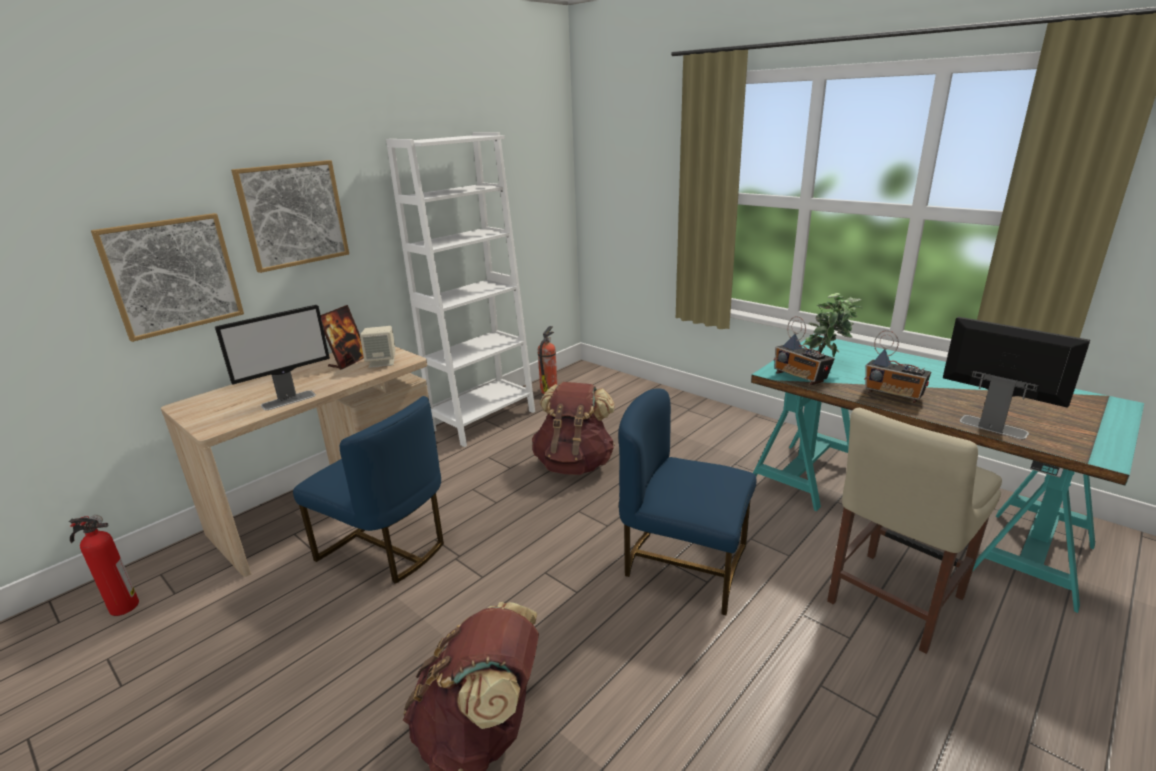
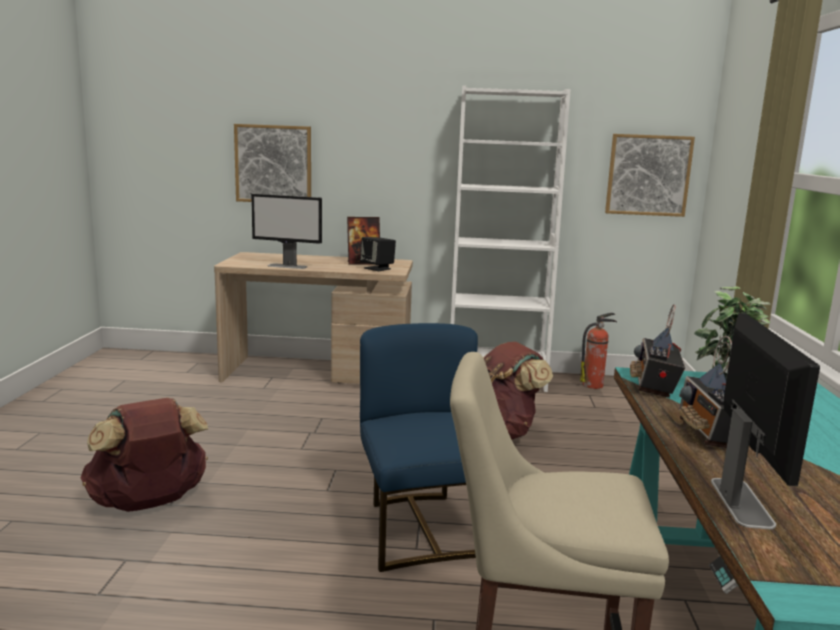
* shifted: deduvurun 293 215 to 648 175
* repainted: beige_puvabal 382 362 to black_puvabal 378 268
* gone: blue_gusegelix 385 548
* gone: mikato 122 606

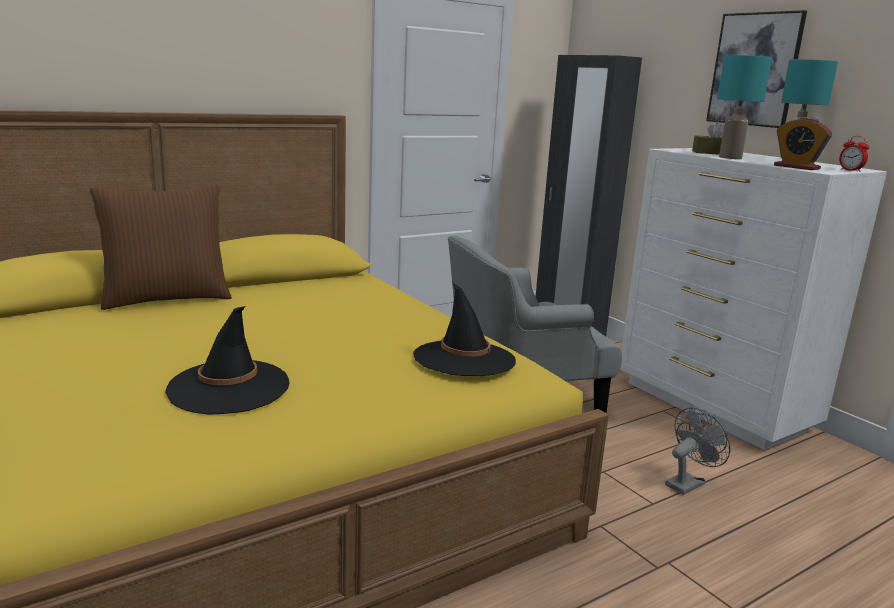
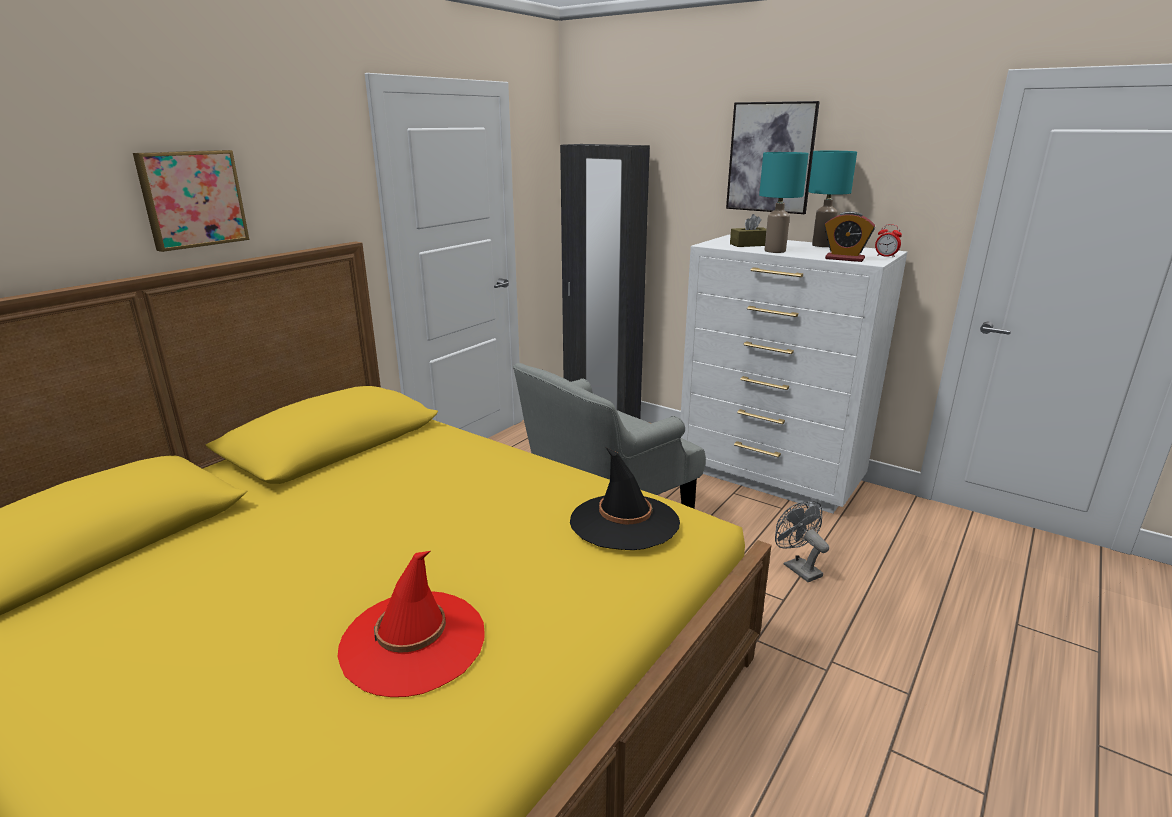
* gone: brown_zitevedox 166 298
* repainted: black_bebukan 229 387 to red_bebukan 413 642
* rotated: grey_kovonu 688 483 = 797 568 60 degrees counterclockwise
* new: deduvurun 192 199

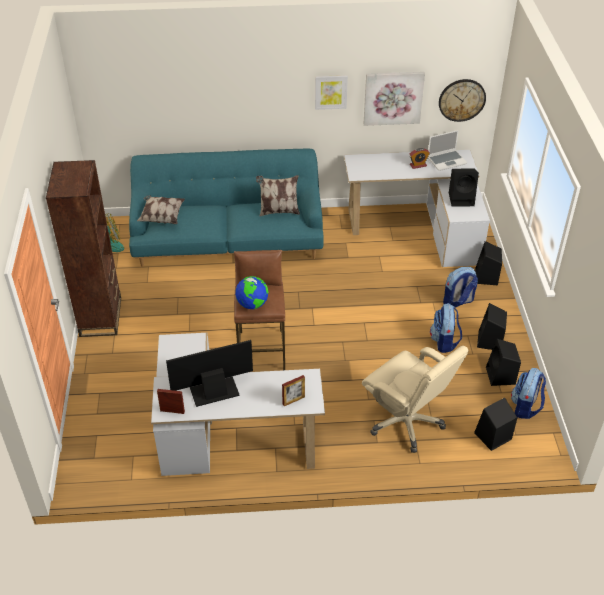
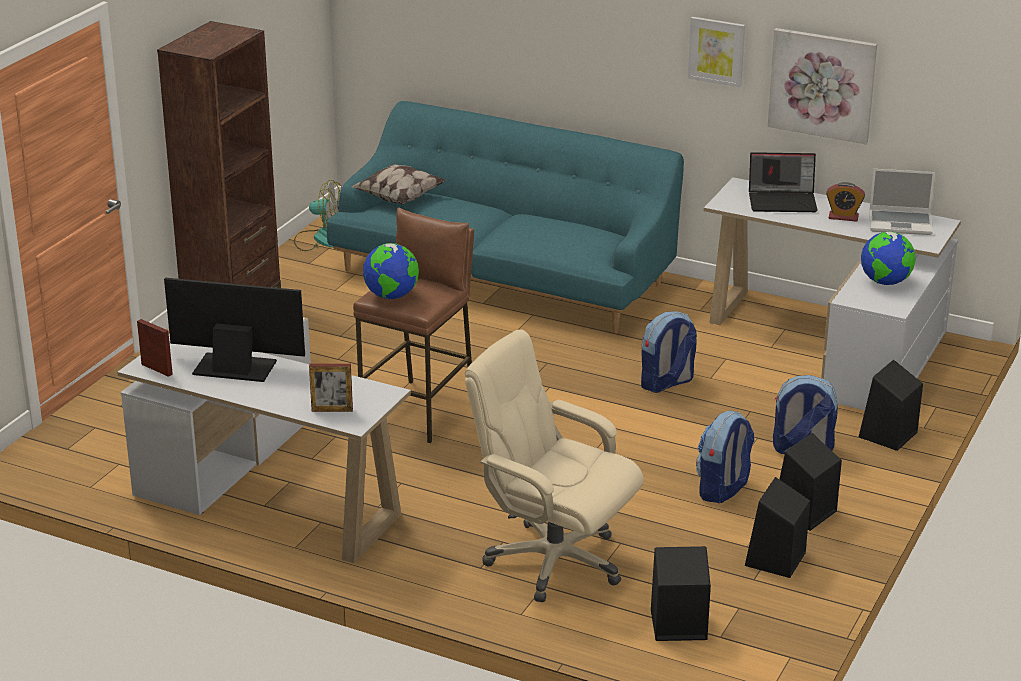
* gone: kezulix 462 100
* swapped: black_puvabal 462 199 to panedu 885 282
* gone: zitevedox 278 211
* rotated: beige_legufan 406 422 = 553 561 135 degrees clockwise
* shifted: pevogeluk 525 407 to 666 383
* new: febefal 783 201

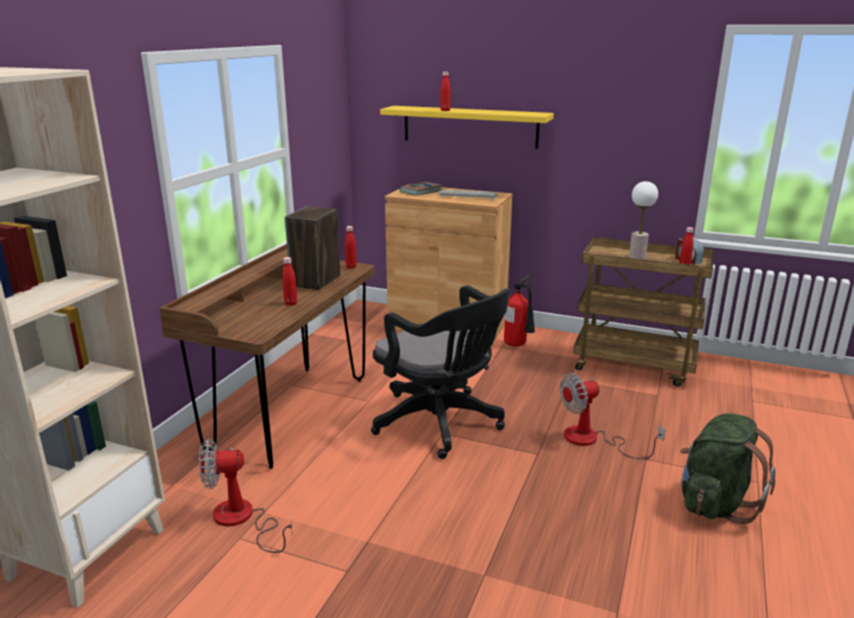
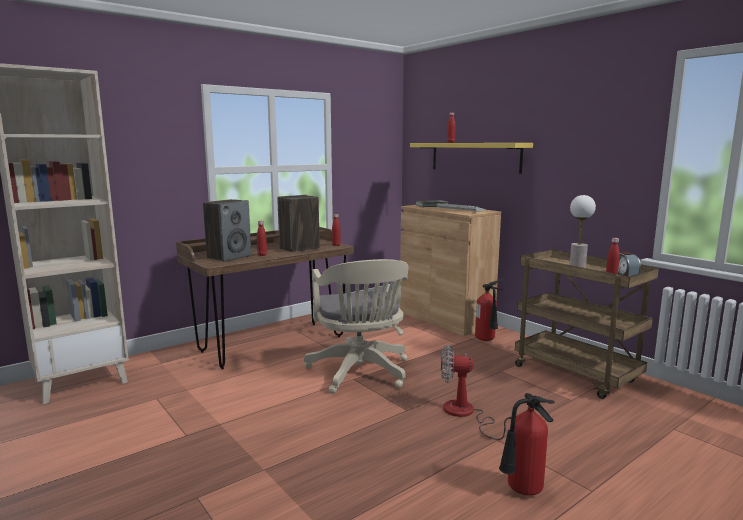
* repainted: black_legufan 442 424 to beige_legufan 360 373
* swapped: green_pevogeluk 715 503 to mikato 522 491
* gone: kovonu 242 520
* new: puvabal 229 257

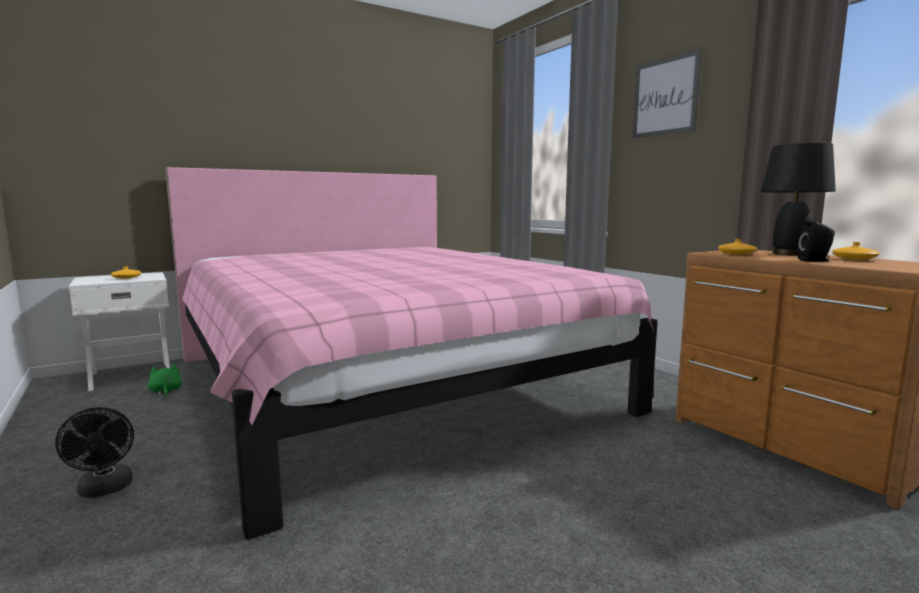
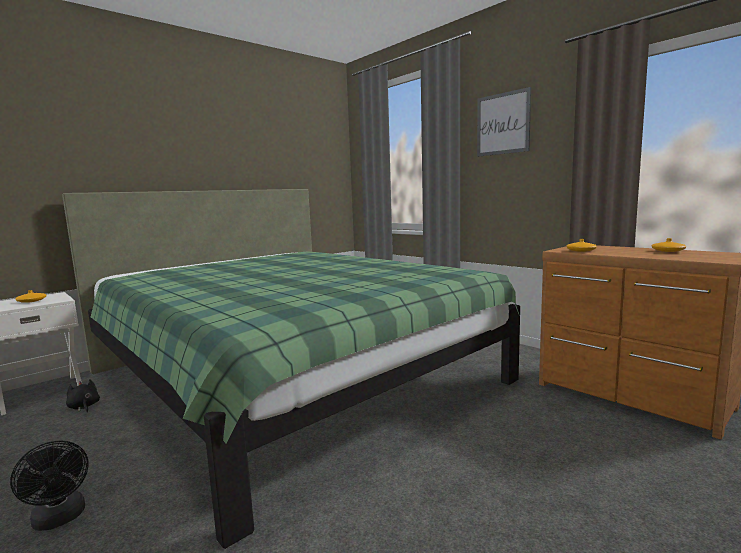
* gone: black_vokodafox 790 254
* repainted: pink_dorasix 383 383 to green_dorasix 290 377
* gone: black_puvabal 815 261
* repainted: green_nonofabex 165 392 to black_nonofabex 84 407

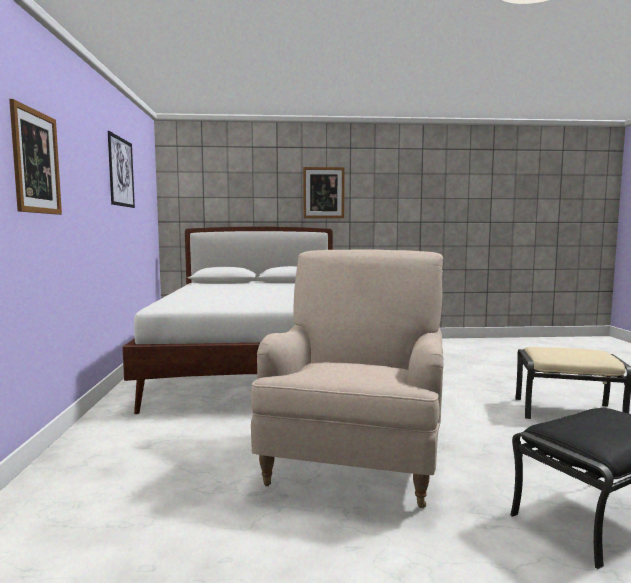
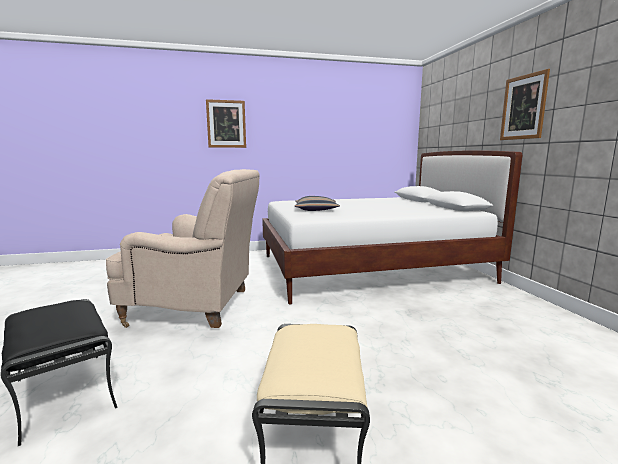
* gone: deduvurun 121 172
* new: zitevedox 316 210

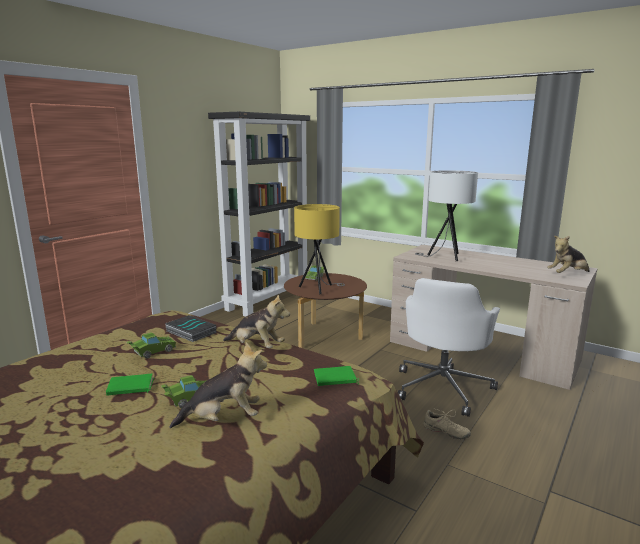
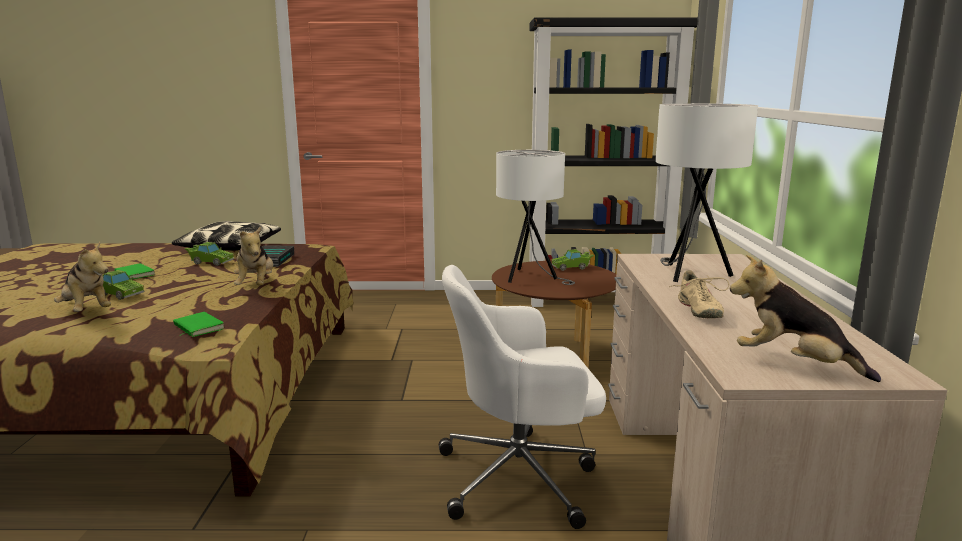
* repainted: yellow_vokodafox 318 289 to white_vokodafox 531 278
* shifted: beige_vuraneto 446 432 to 698 310
* new: zitevedox 230 247

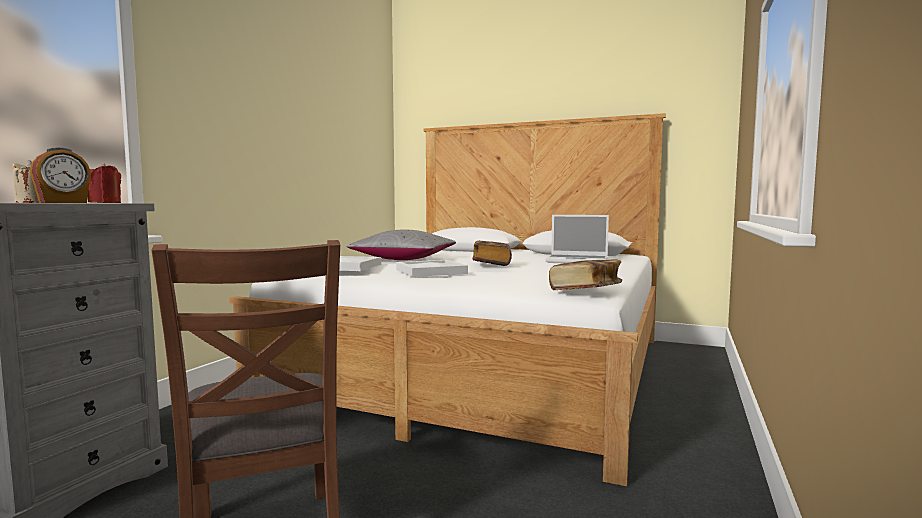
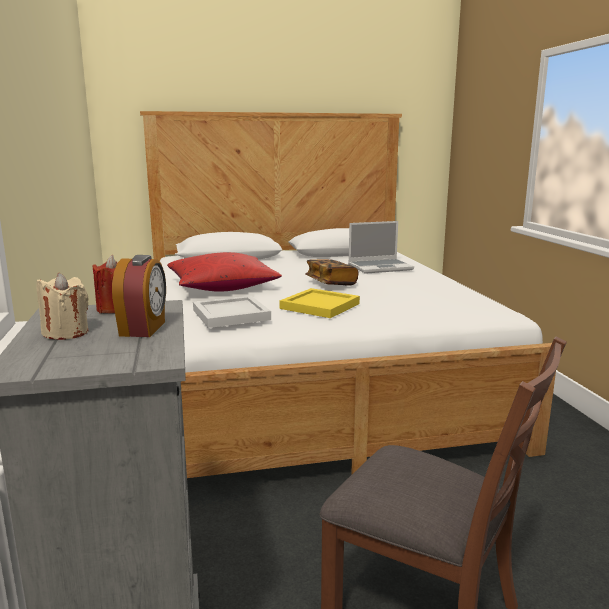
* repainted: grey_zitevedox 404 259 to red_zitevedox 222 287
* gone: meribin 585 291
* repainted: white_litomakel 431 271 to yellow_litomakel 319 305

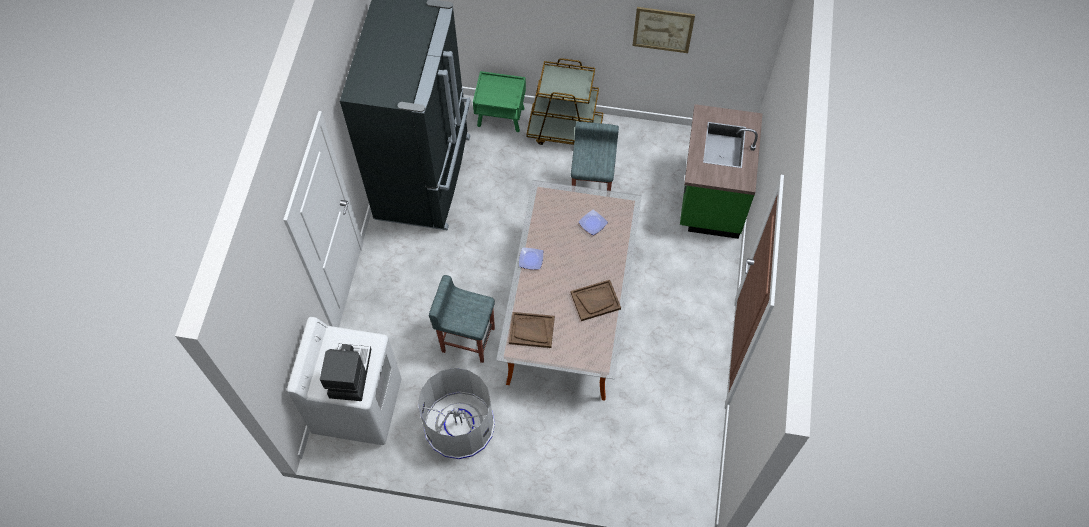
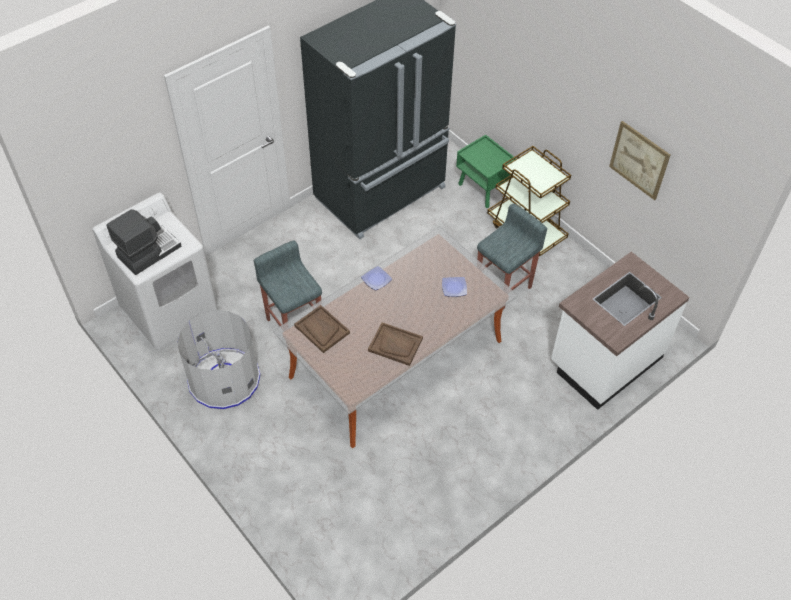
* repainted: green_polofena 710 197 to white_polofena 604 360

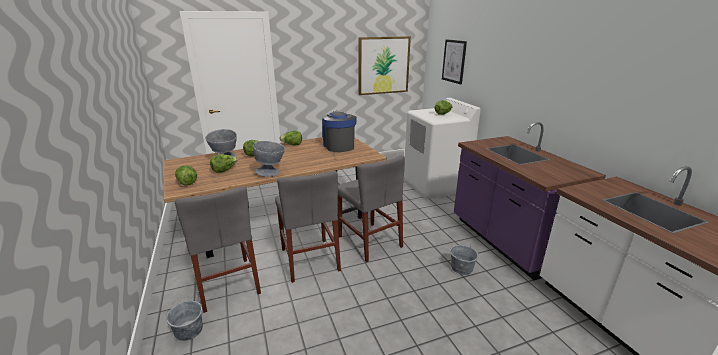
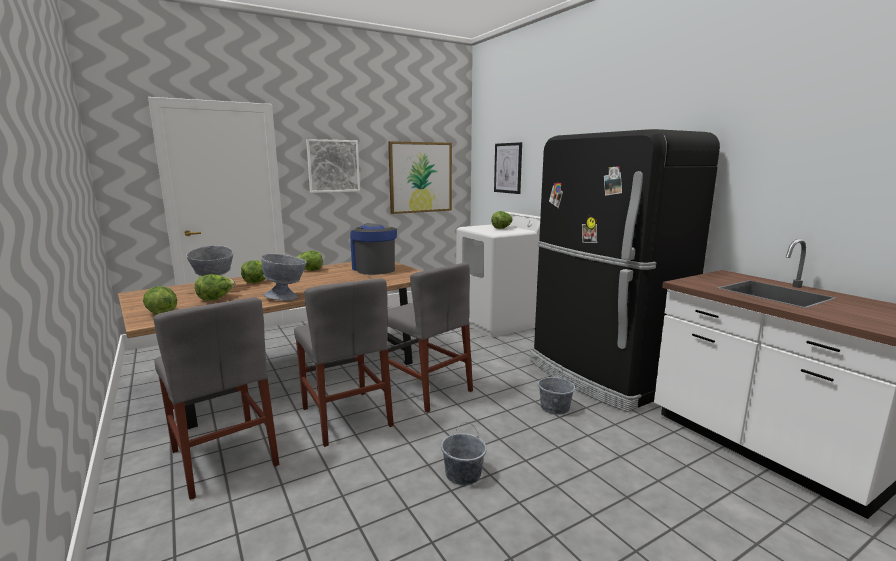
* swapped: purple_polofena 506 242 to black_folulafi 601 375
* shifted: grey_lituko 188 330 to 463 474
* new: deduvurun 333 166

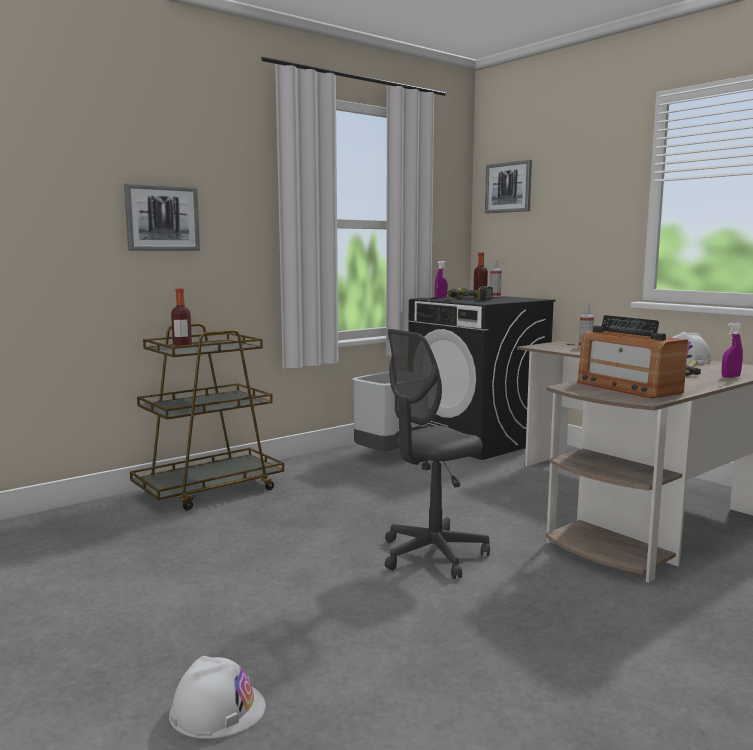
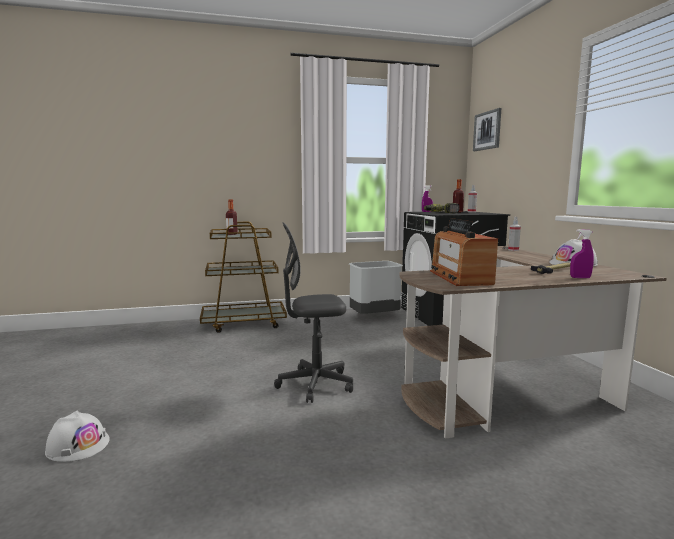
* gone: deduvurun 162 218

